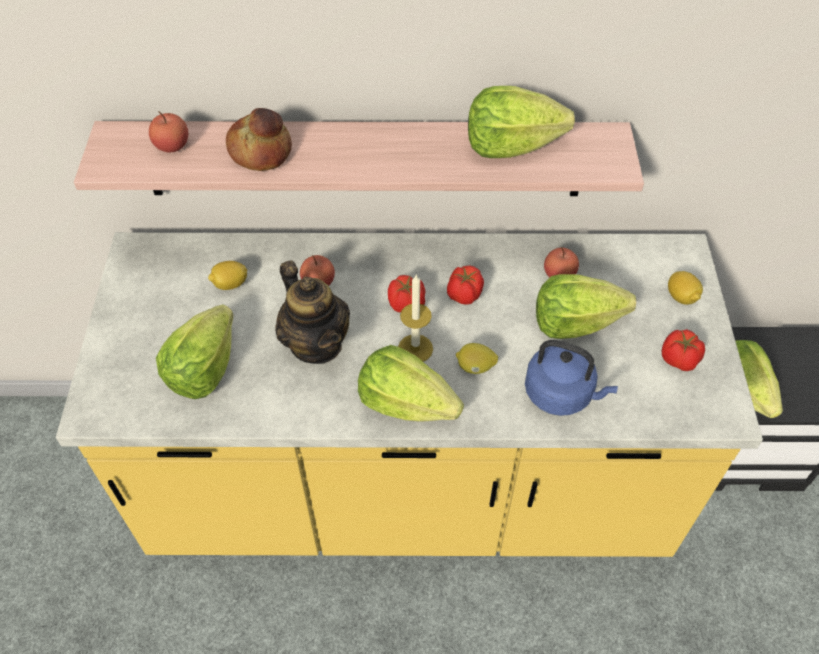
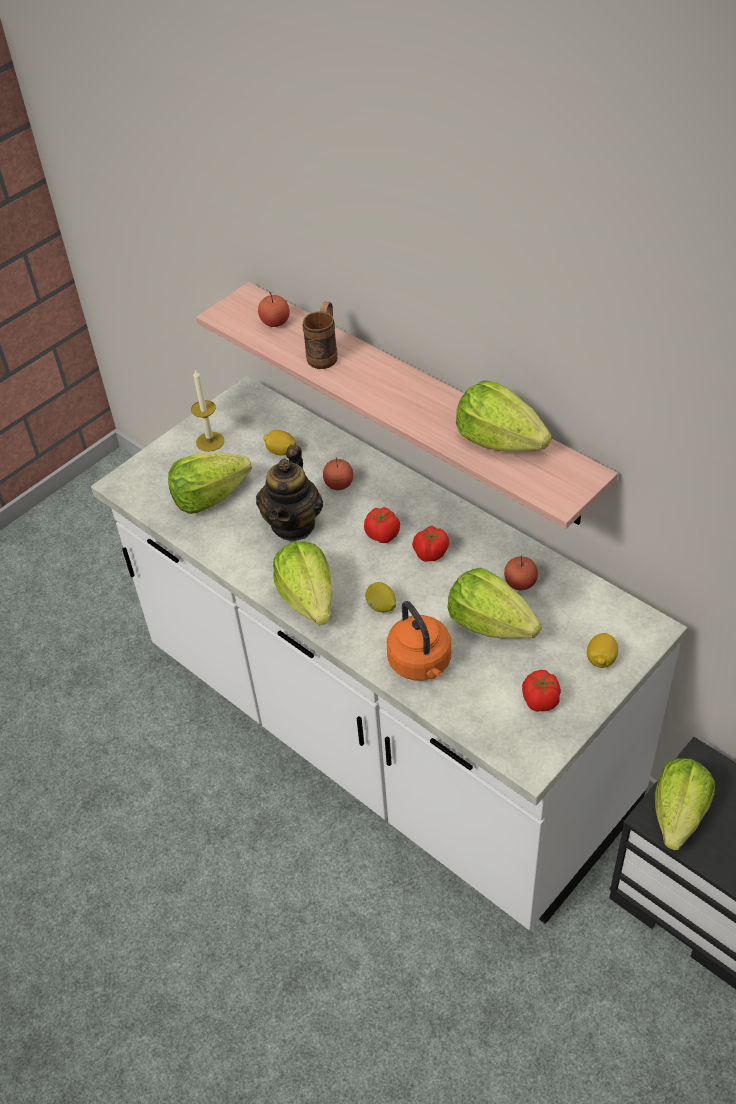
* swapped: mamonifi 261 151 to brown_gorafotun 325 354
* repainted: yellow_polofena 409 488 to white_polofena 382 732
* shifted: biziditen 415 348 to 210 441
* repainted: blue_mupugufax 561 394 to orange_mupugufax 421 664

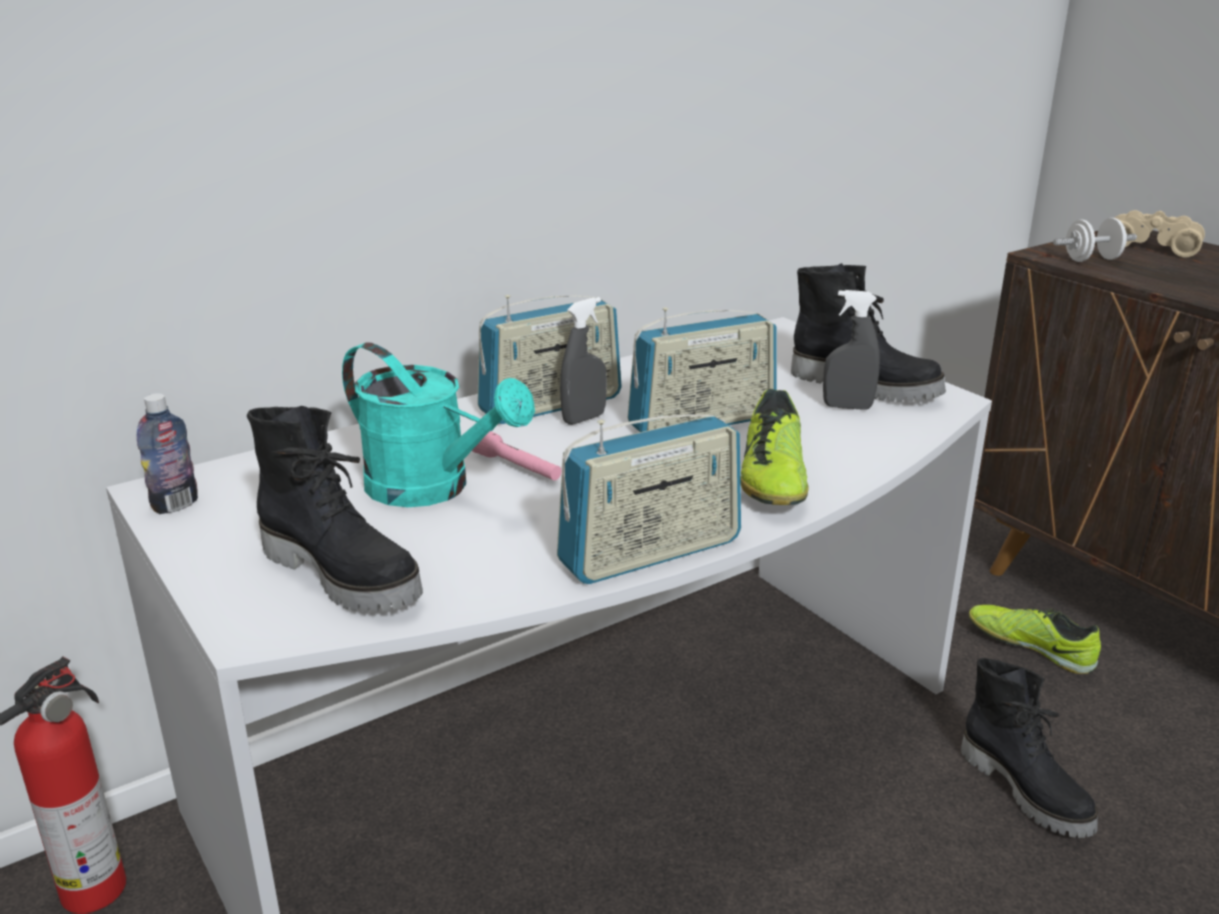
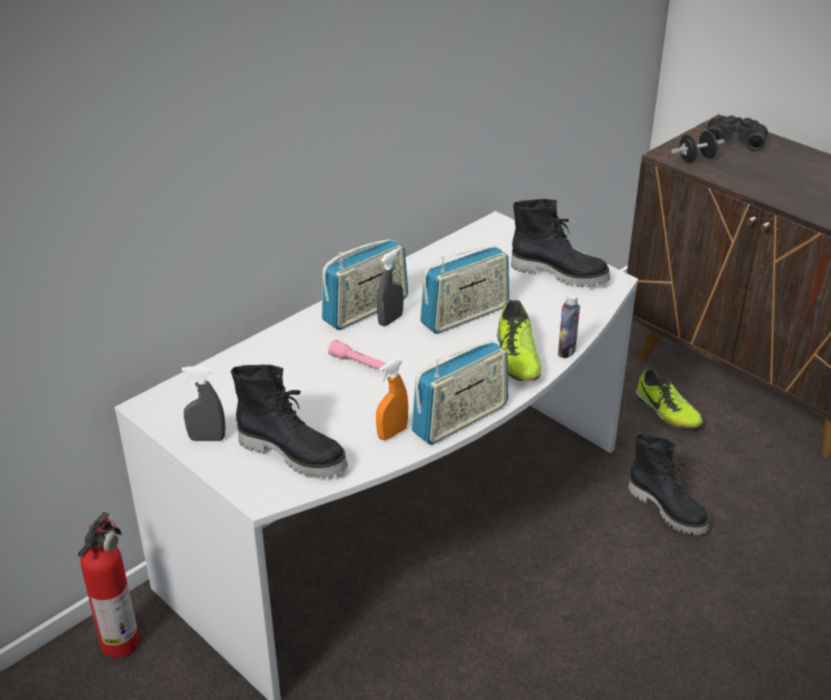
* repainted: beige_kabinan 1152 246 to black_kabinan 735 140
* repainted: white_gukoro 1091 260 to black_gukoro 696 159
* shifted: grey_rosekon 847 407 to 207 438
* gone: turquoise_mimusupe 432 489
* shifted: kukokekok 175 505 to 566 351
* rotated: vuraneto 1030 646 = 666 412 150 degrees counterclockwise
* new: orange_rosekon 392 433

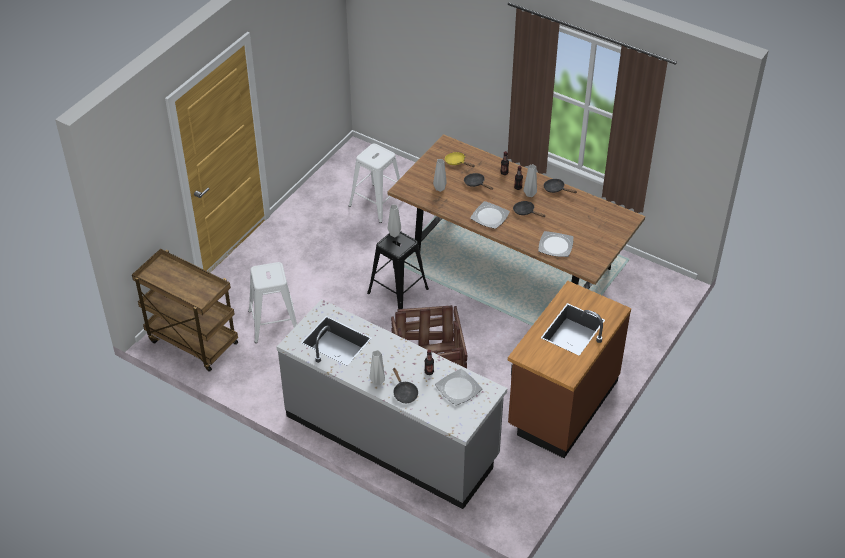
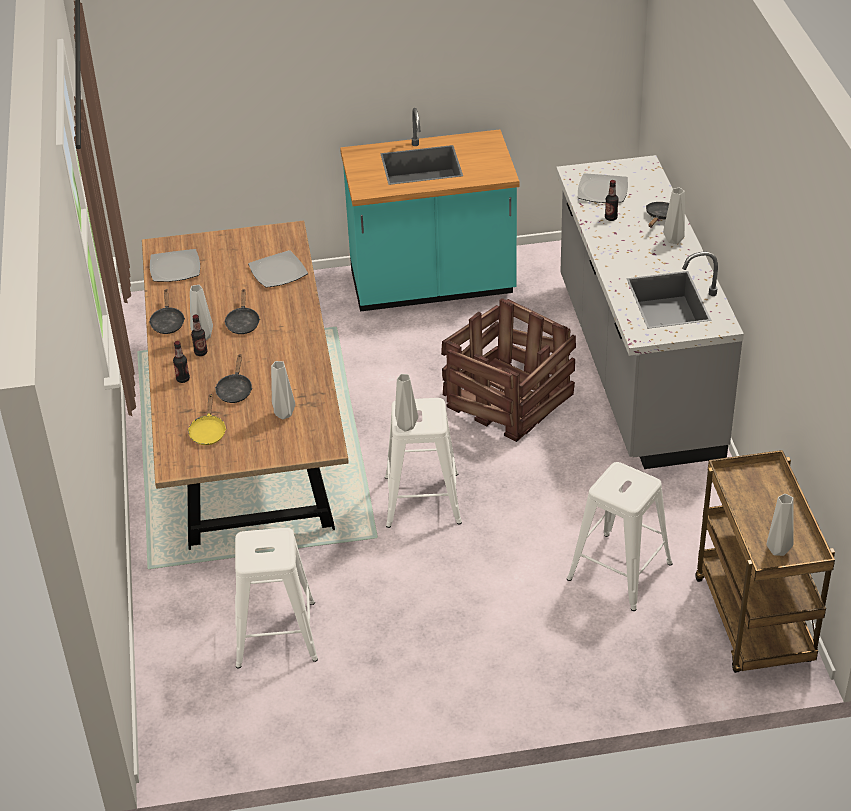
* shifted: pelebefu 490 216 to 174 268
* repainted: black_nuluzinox 397 291 to white_nuluzinox 423 500
* repainted: brown_polofena 561 404 to turquoise_polofena 432 286
* new: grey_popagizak 778 551

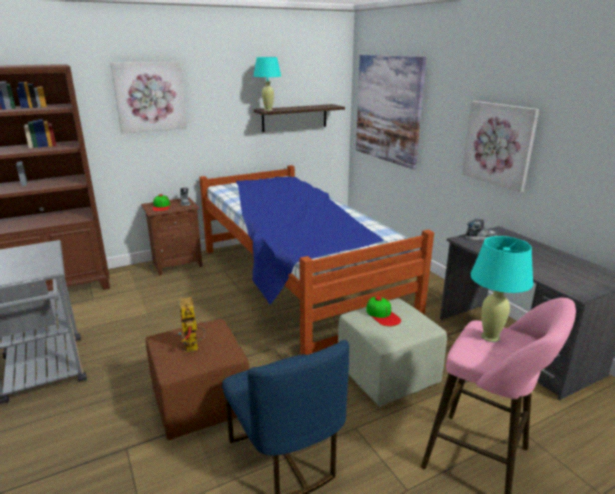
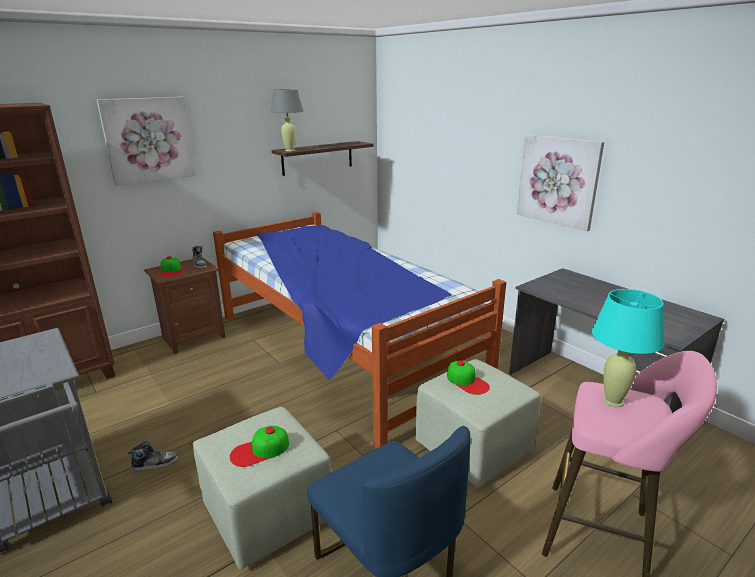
* gone: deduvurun 388 109
* repainted: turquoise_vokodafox 268 110 to grey_vokodafox 290 150
* shifted: vuraneto 480 237 to 155 463
* swapped: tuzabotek 193 348 to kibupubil 260 450
* repainted: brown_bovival 202 404 to green_bovival 269 514

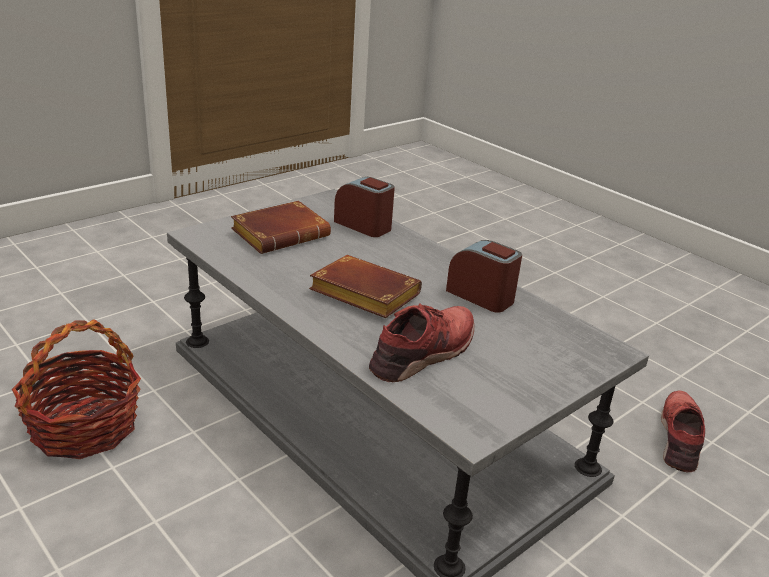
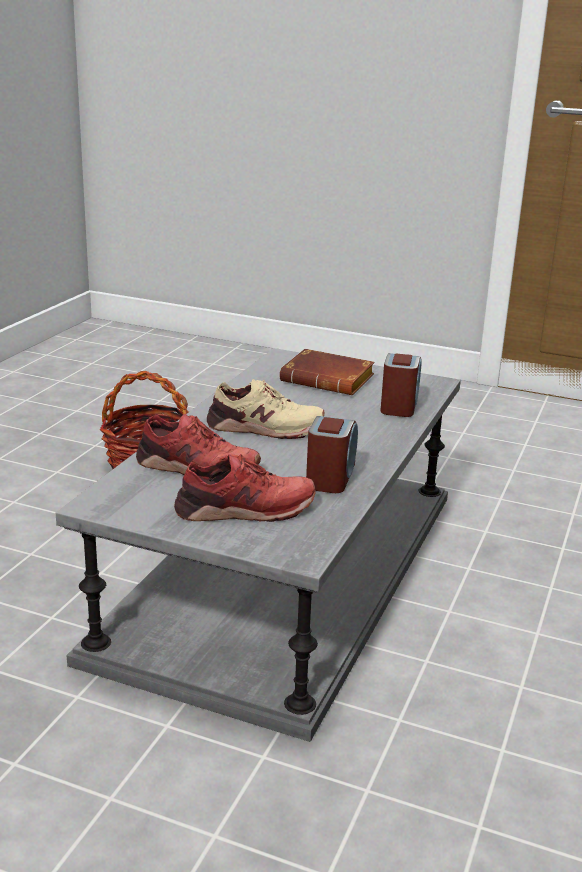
* swapped: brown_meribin 361 294 to beige_vuraneto 264 428
* shifted: red_vuraneto 681 437 to 245 510

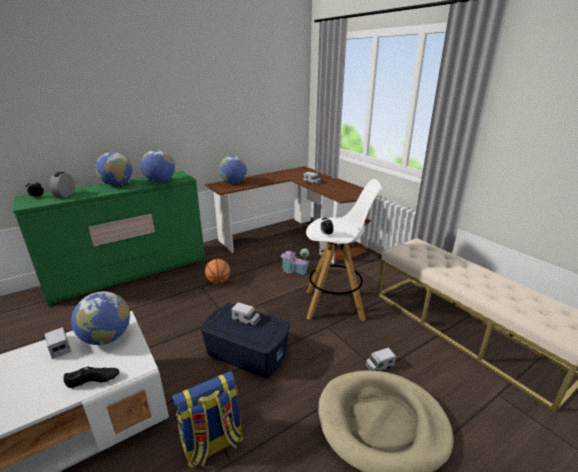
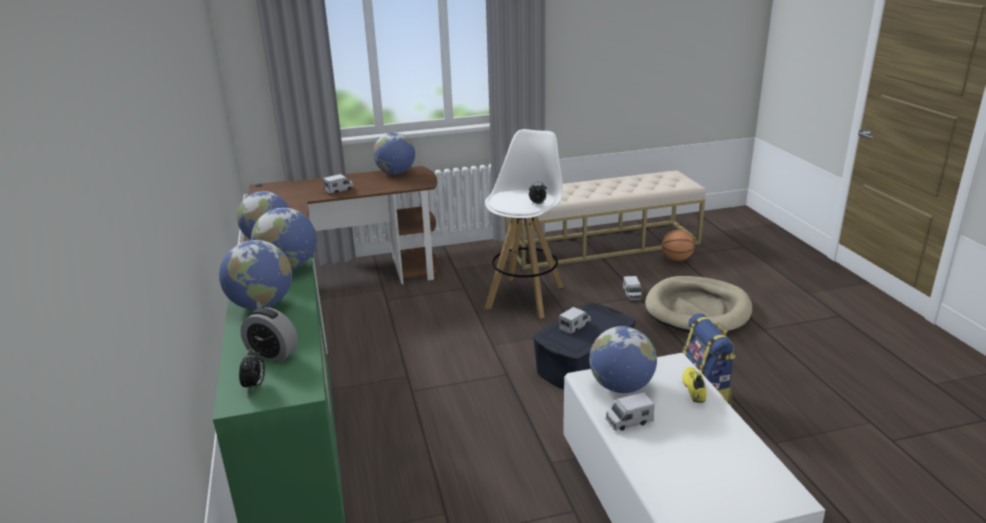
* gone: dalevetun 294 270
* shifted: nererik 218 281 to 676 259
* repainted: black_vuraneto 94 381 to yellow_vuraneto 694 389
* new: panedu 396 173

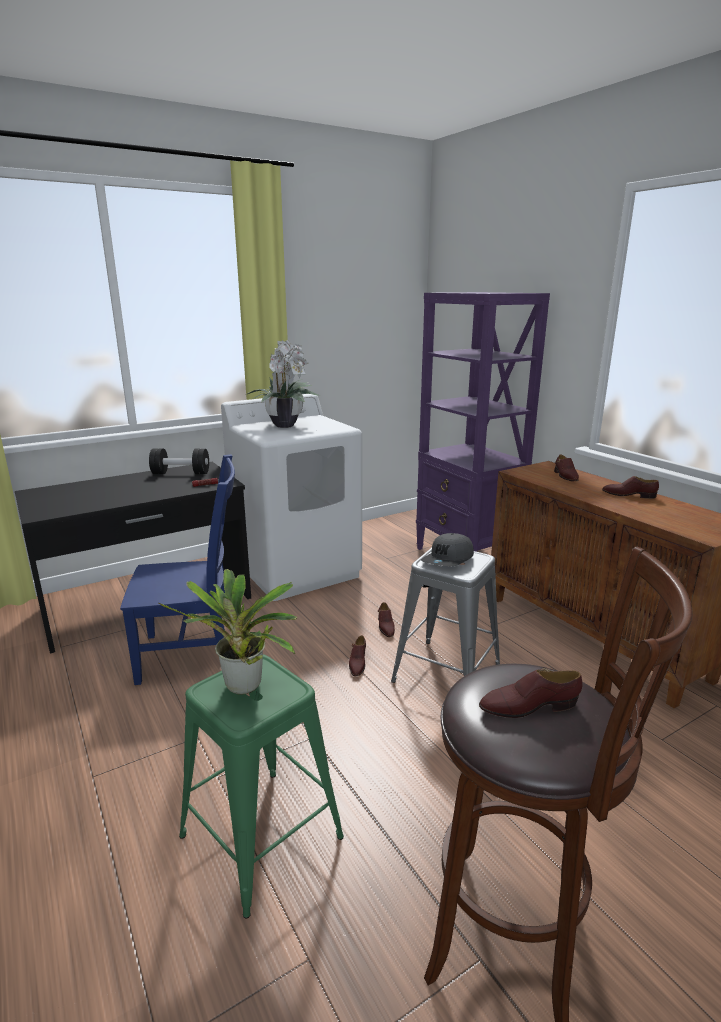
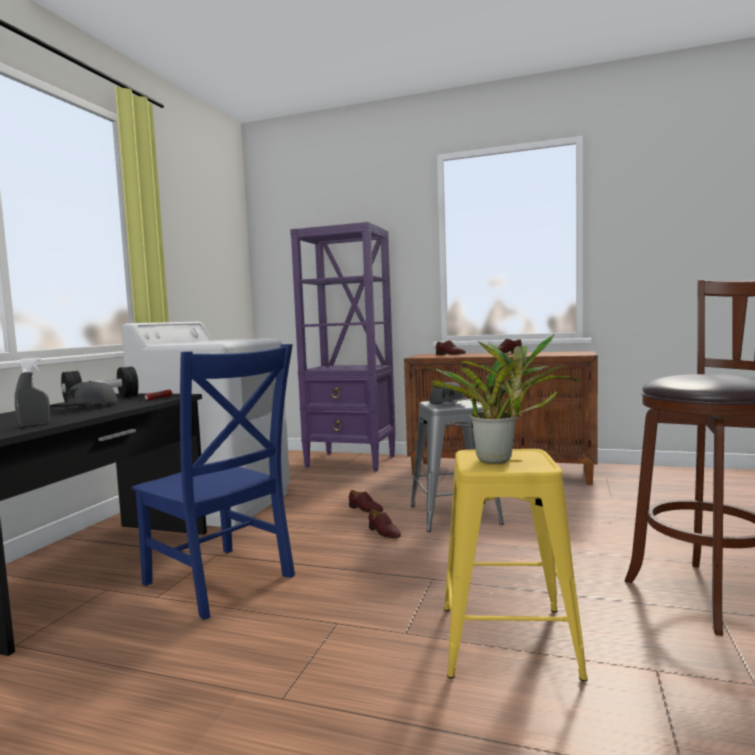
* gone: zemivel 285 425
* rotated: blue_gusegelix 195 654 = 221 582 90 degrees clockwise
* repainted: green_nuluzinox 261 836 to yellow_nuluzinox 507 641
* gone: brown_vuraneto 528 706
* new: grey_rosekon 34 425
* new: grey_kibupubil 85 407

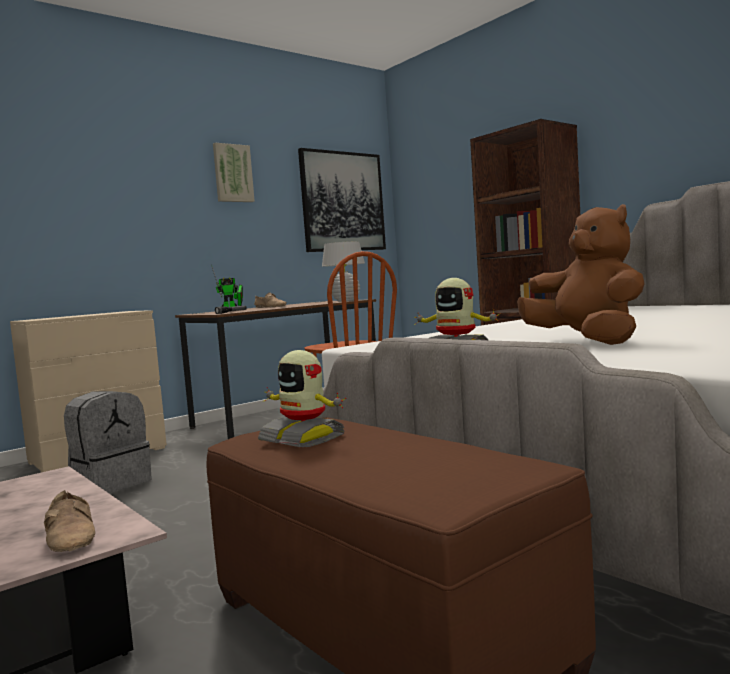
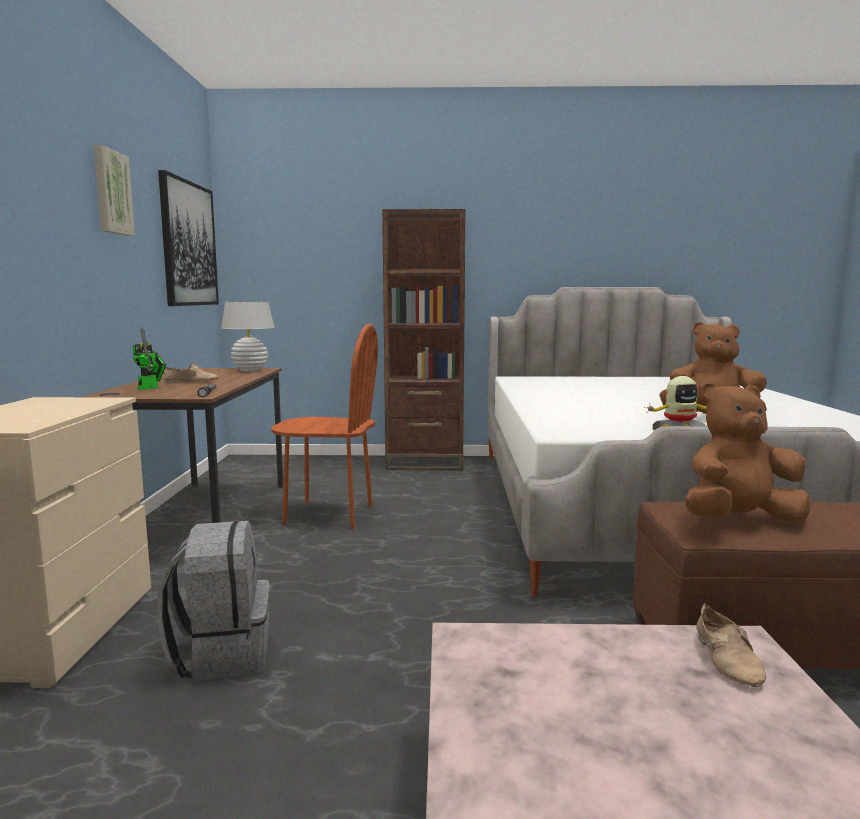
* swapped: tuzabotek 303 438 to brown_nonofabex 739 521
* rotated: beige_vuraneto 74 536 = 729 659 75 degrees clockwise

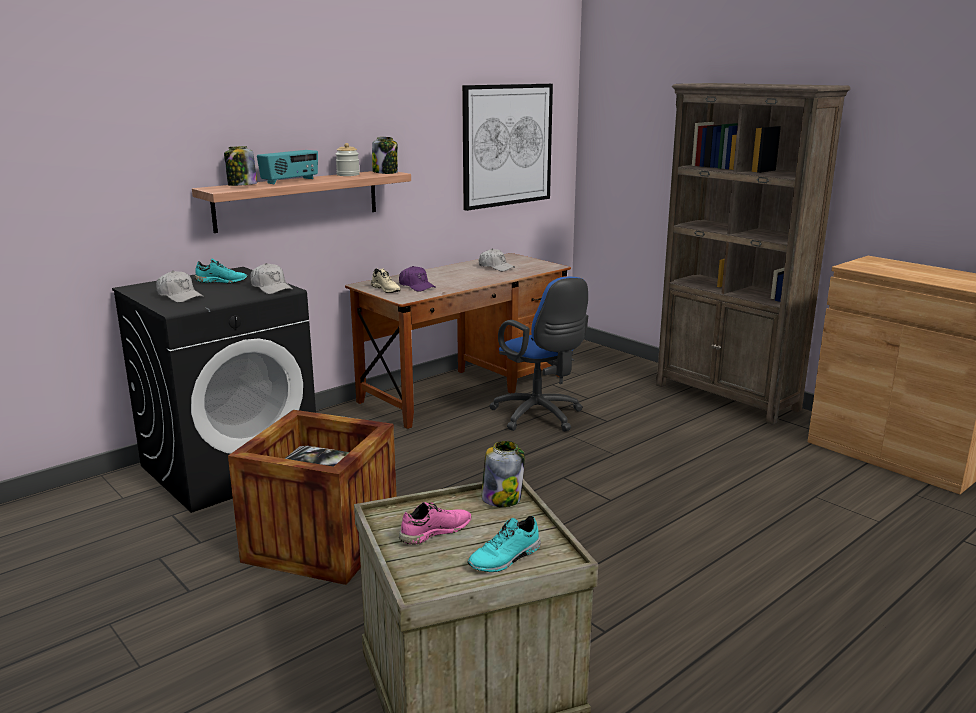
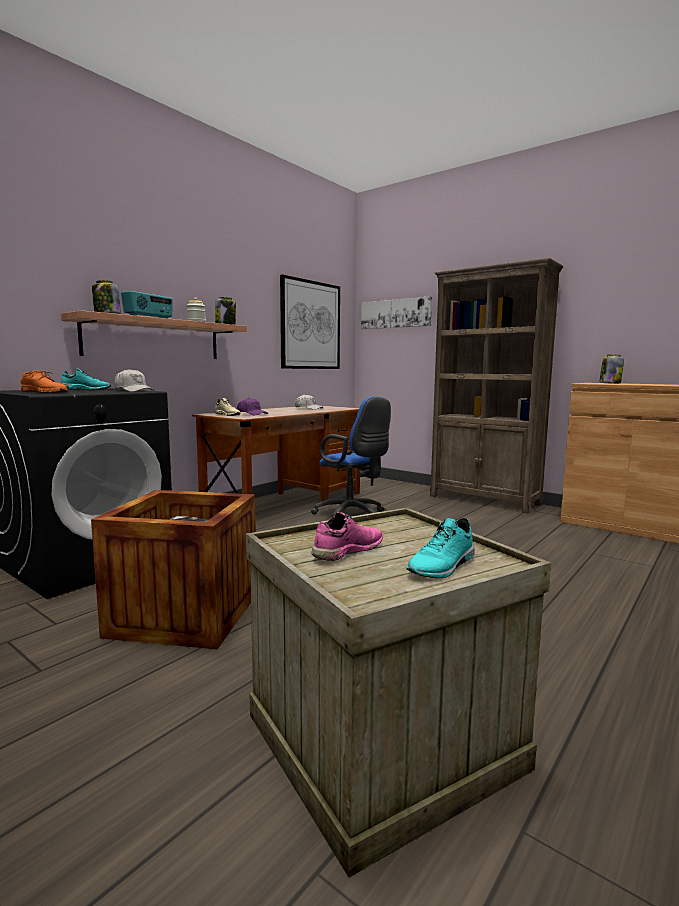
* swapped: white_kibupubil 180 296 to orange_vuraneto 45 392
* shifted: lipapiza 502 498 to 609 383
* new: deduvurun 395 313

